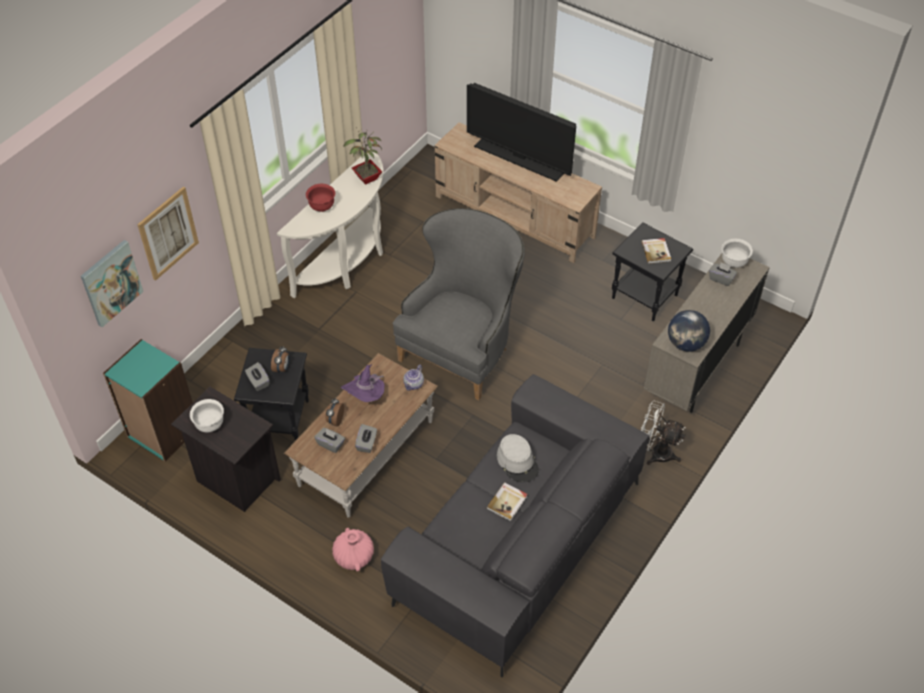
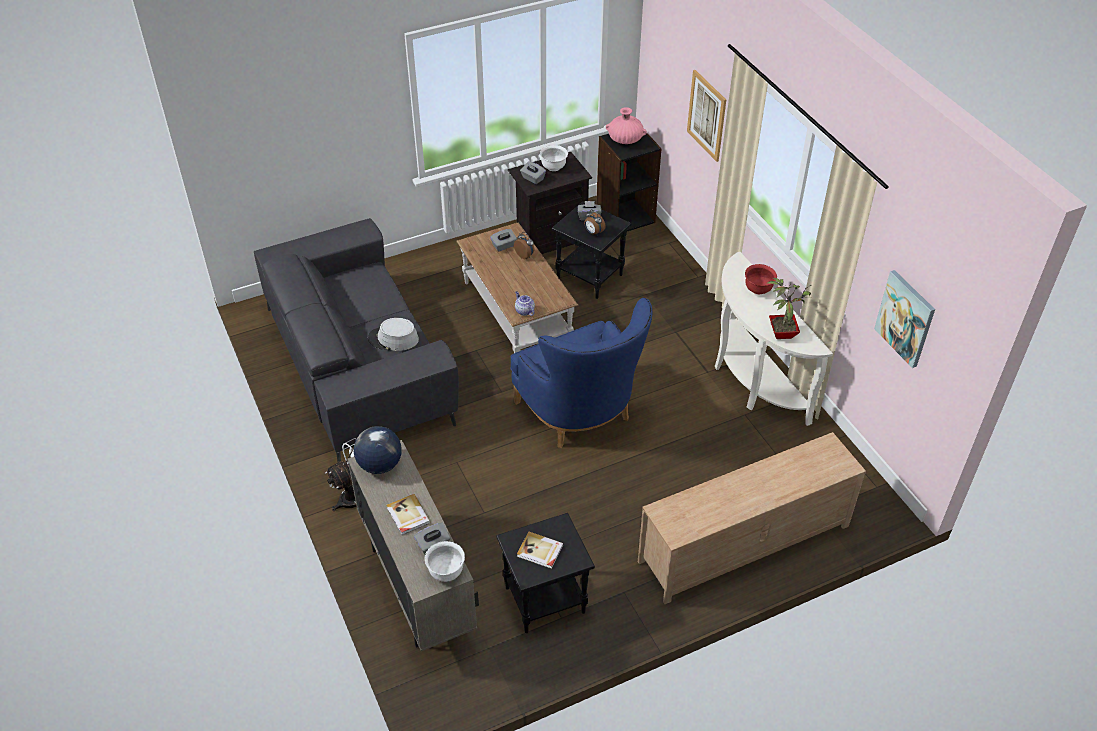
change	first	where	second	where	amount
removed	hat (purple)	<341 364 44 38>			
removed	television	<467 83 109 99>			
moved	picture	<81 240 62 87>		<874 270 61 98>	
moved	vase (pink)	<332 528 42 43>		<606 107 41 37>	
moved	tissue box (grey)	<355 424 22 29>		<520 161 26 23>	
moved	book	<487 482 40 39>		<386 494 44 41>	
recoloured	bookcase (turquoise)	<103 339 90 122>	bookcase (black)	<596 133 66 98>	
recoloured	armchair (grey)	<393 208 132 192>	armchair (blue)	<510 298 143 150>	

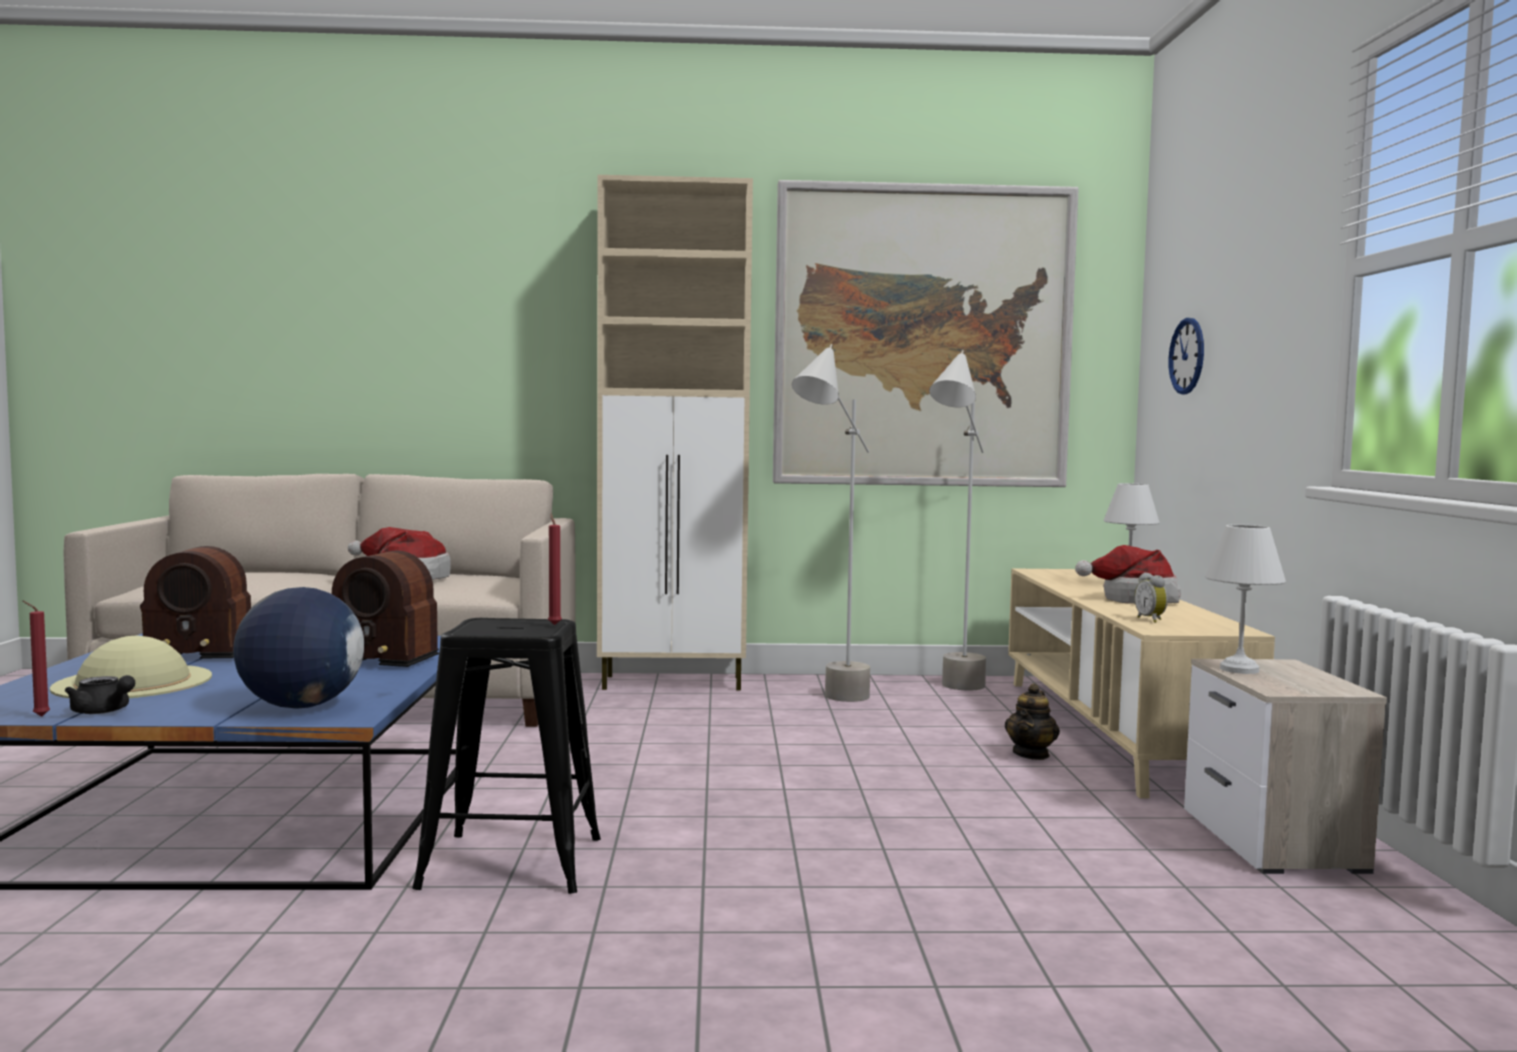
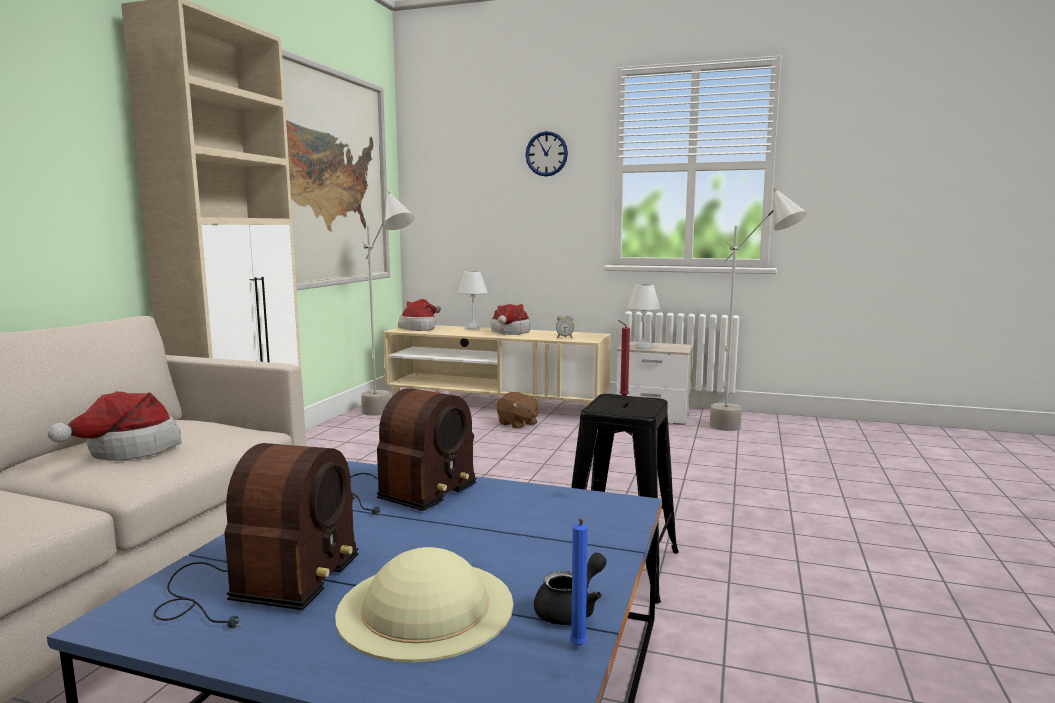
change	first	where	second	where	amount
removed	globe	<233 587 131 122>			
added			hat	<398 299 43 32>	
moved	floor lamp (grey)	<792 344 78 358>		<710 188 97 243>	
moved	wall clock	<1168 318 36 77>		<525 131 43 46>	
replaced	teapot	<1005 683 55 77>	plush toy (brown)	<496 392 44 37>	
recoloured	candle (red)	<22 601 28 116>	candle (blue)	<570 518 18 128>	

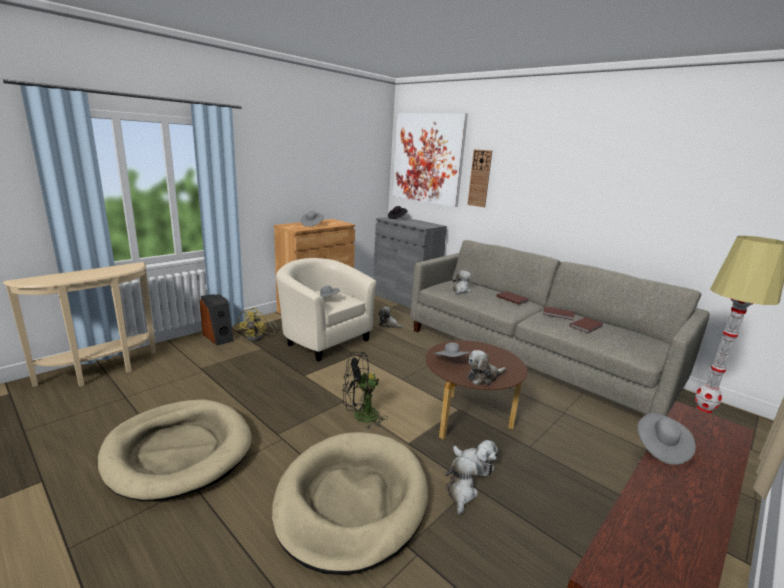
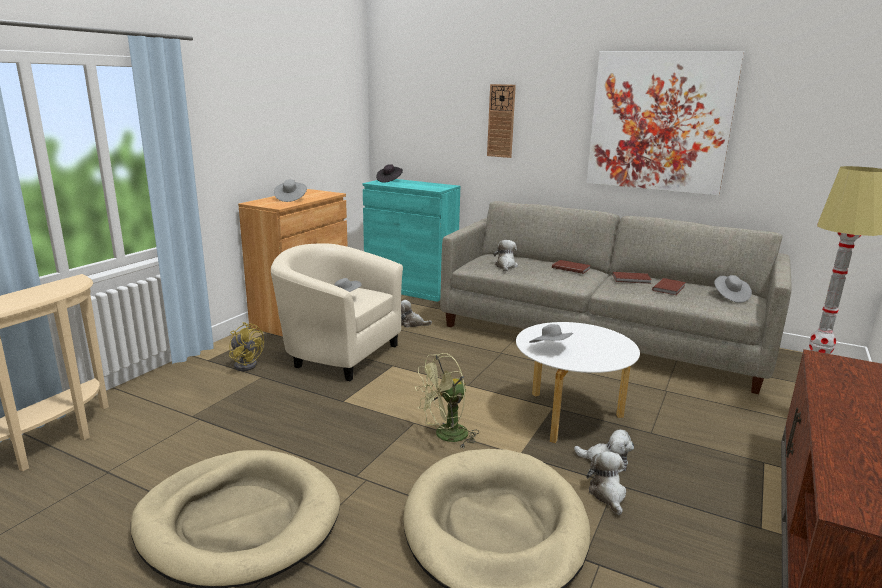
change	first	where	second	where	amount
removed	speaker	<200 294 34 52>			
removed	plush toy	<467 350 39 35>			
moved	picture	<393 113 75 94>		<586 51 158 145>	
moved	hat (grey)	<638 413 58 52>		<714 275 38 28>	
recoloured	fan (black)	<343 352 45 77>	fan (green)	<415 353 64 95>	
recoloured	cabinet (grey)	<373 217 74 91>	cabinet (turquoise)	<363 179 97 123>	
recoloured	coffee table (brown)	<426 340 101 99>	coffee table (white)	<516 322 124 121>	
turned	fan (yellow)	<238 308 40 33>		<229 322 35 49>	45 degrees counterclockwise

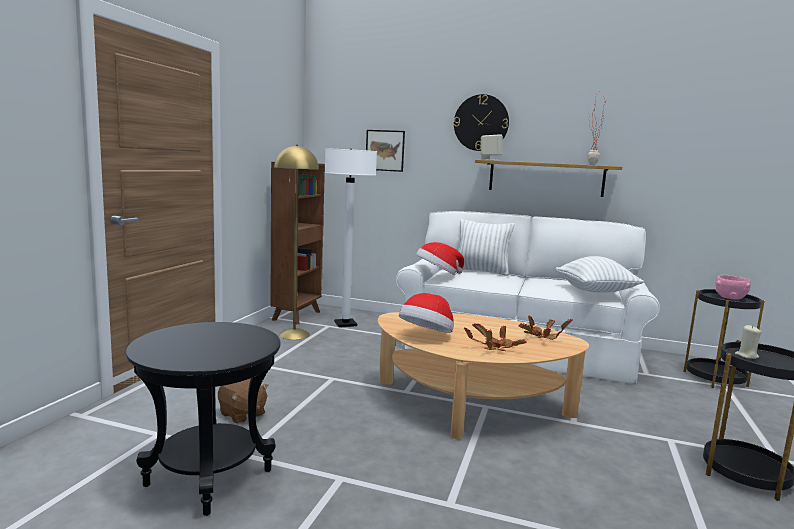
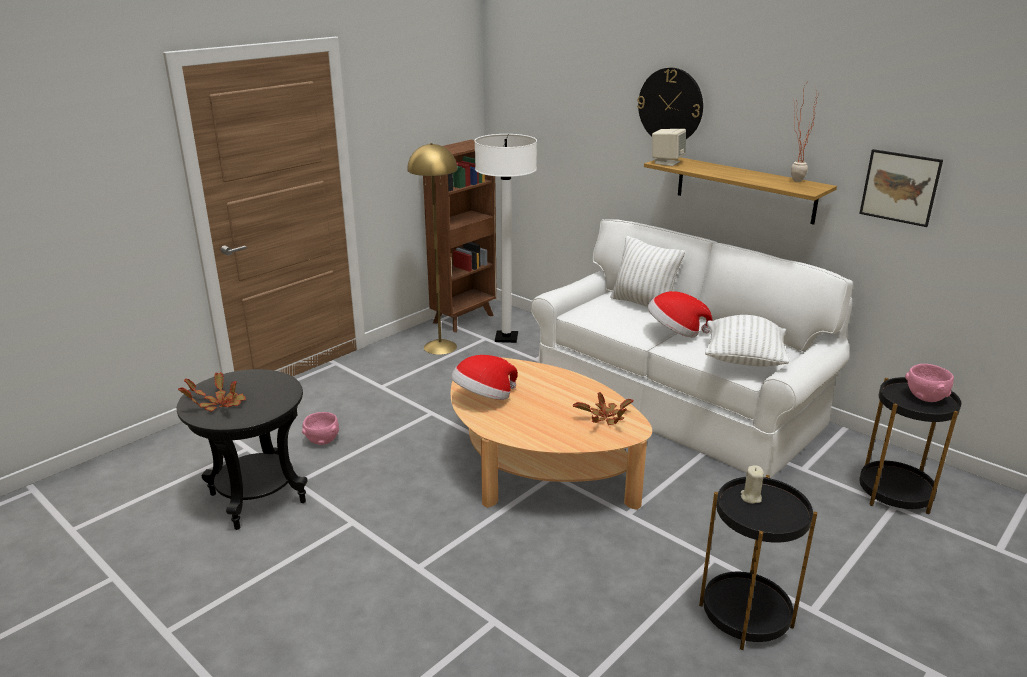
change	first	where	second	where	amount
moved	picture	<366 130 39 42>		<859 149 84 78>	
moved	hat	<416 242 48 33>		<648 291 65 46>	
moved	potted plant	<464 324 63 27>		<178 372 68 40>	
replaced	plush toy (brown)	<218 378 51 46>	bowl (pink)	<302 412 37 33>	

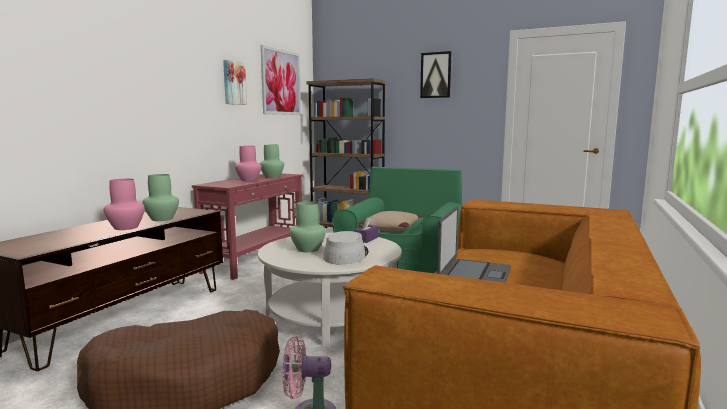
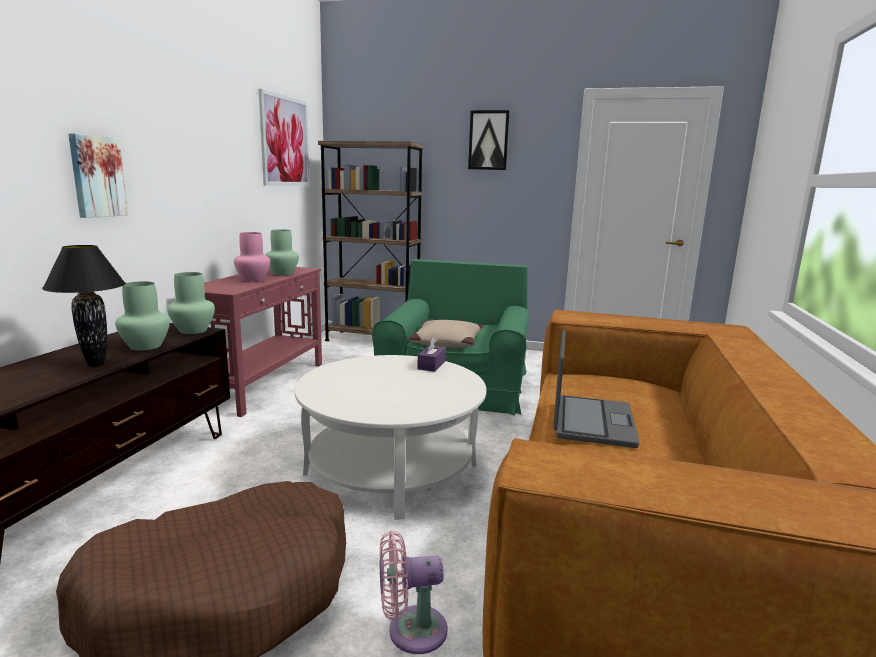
change	first	where	second	where	amount
removed	hat (grey)	<323 231 46 34>			
moved	picture	<223 60 24 45>		<68 133 60 85>	
moved	vase (green)	<290 201 36 51>		<167 272 48 62>	
replaced	vase (pink)	<104 179 41 51>	table lamp (black)	<42 245 84 122>	

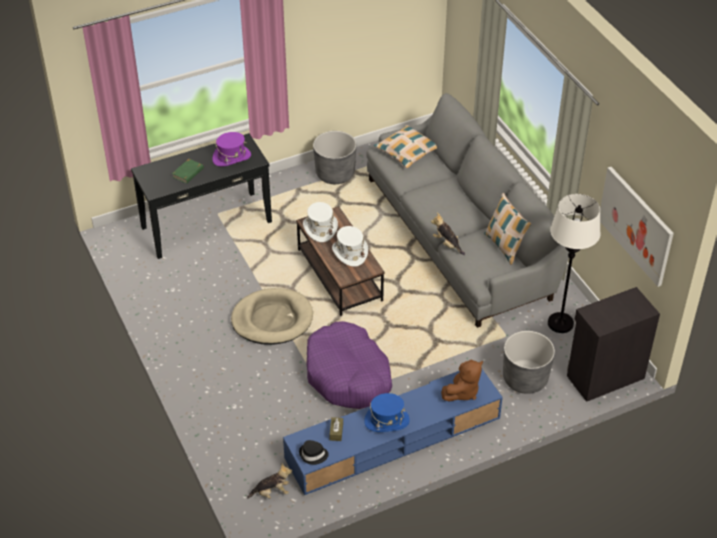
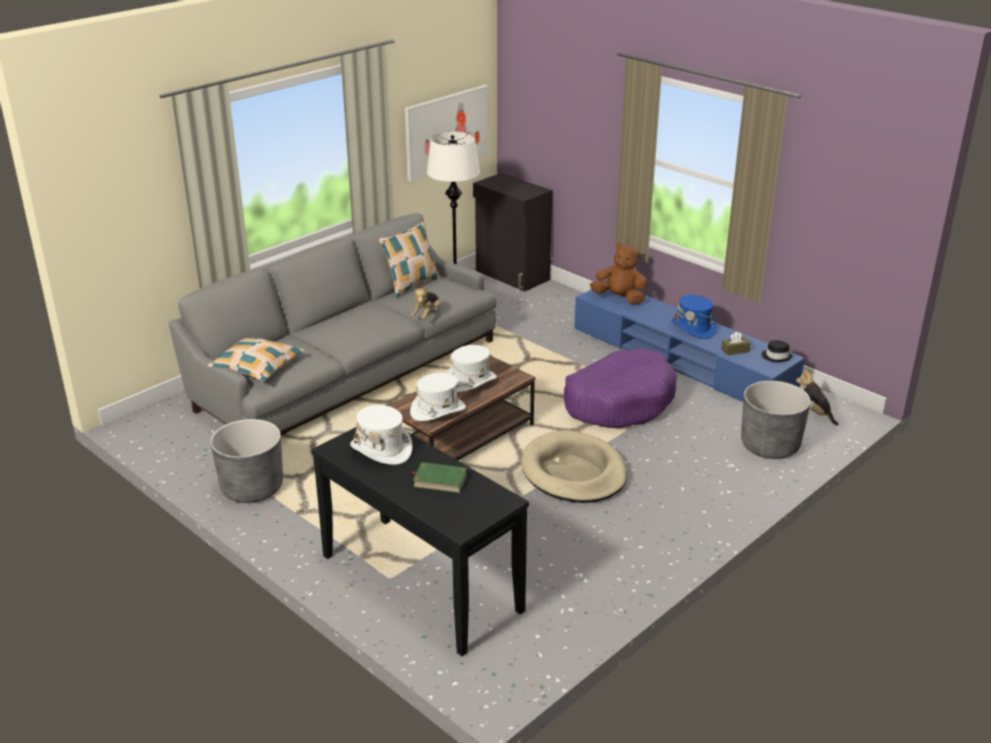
change	first	where	second	where	amount
moved	planter (grey)	<503 331 52 63>		<741 381 70 78>	
recoloured	hat (purple)	<212 132 39 35>	hat (white)	<350 405 63 60>	

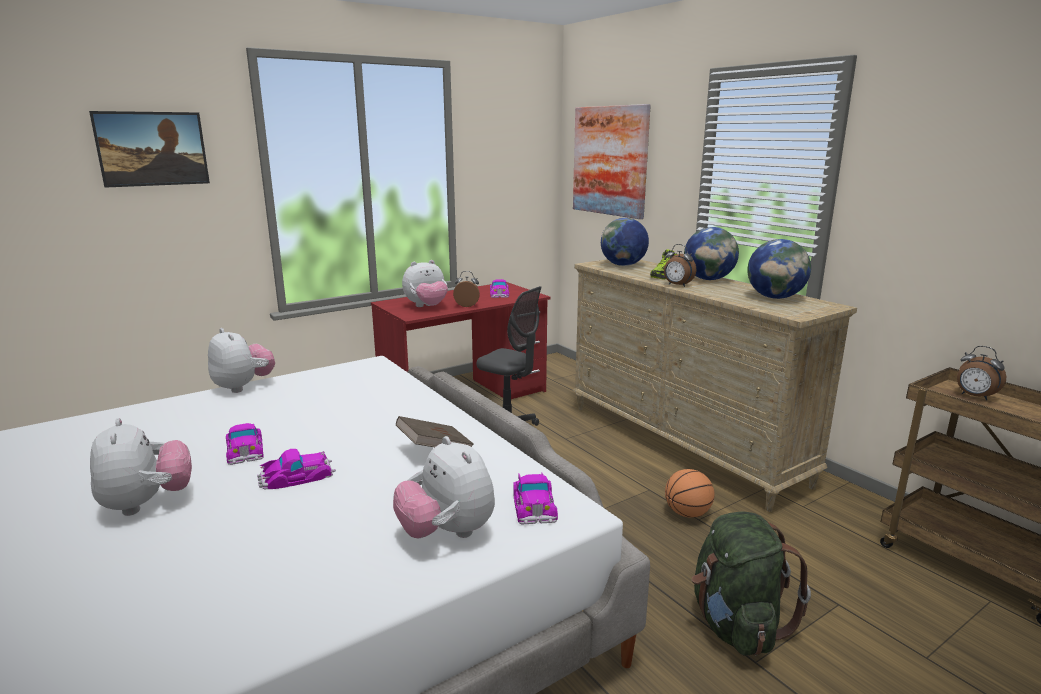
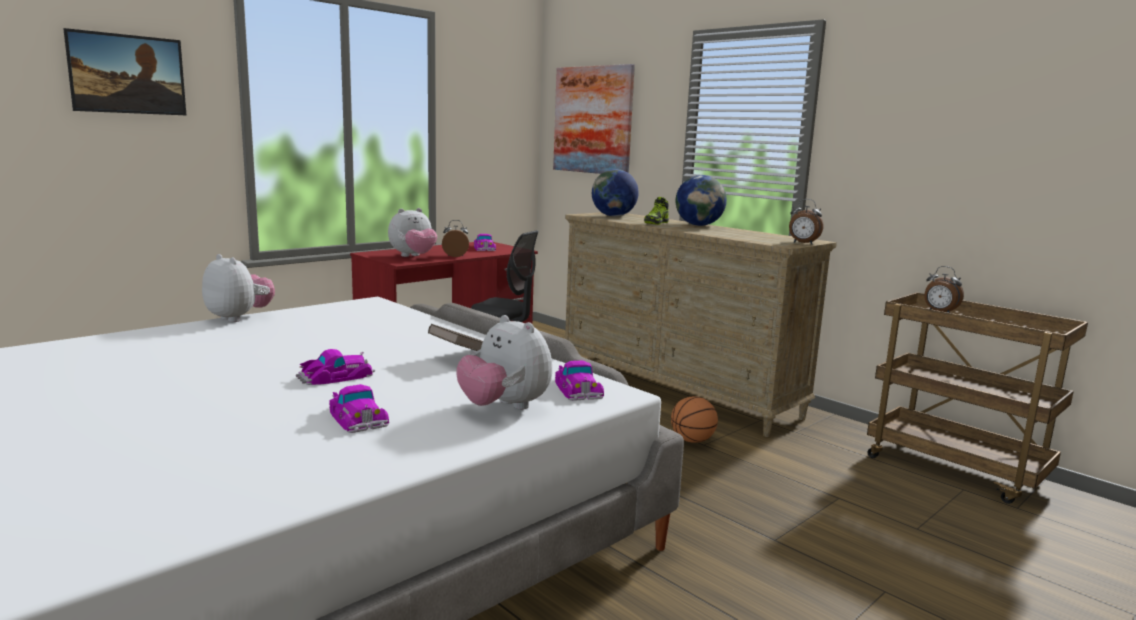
change	first	where	second	where	amount
removed	plush toy	<90 418 102 98>			
removed	backpack (green)	<692 511 119 144>			
removed	globe	<747 239 64 60>			
moved	toy car	<226 423 38 42>		<329 384 60 49>	
moved	alarm clock	<664 244 32 43>		<789 199 35 45>	

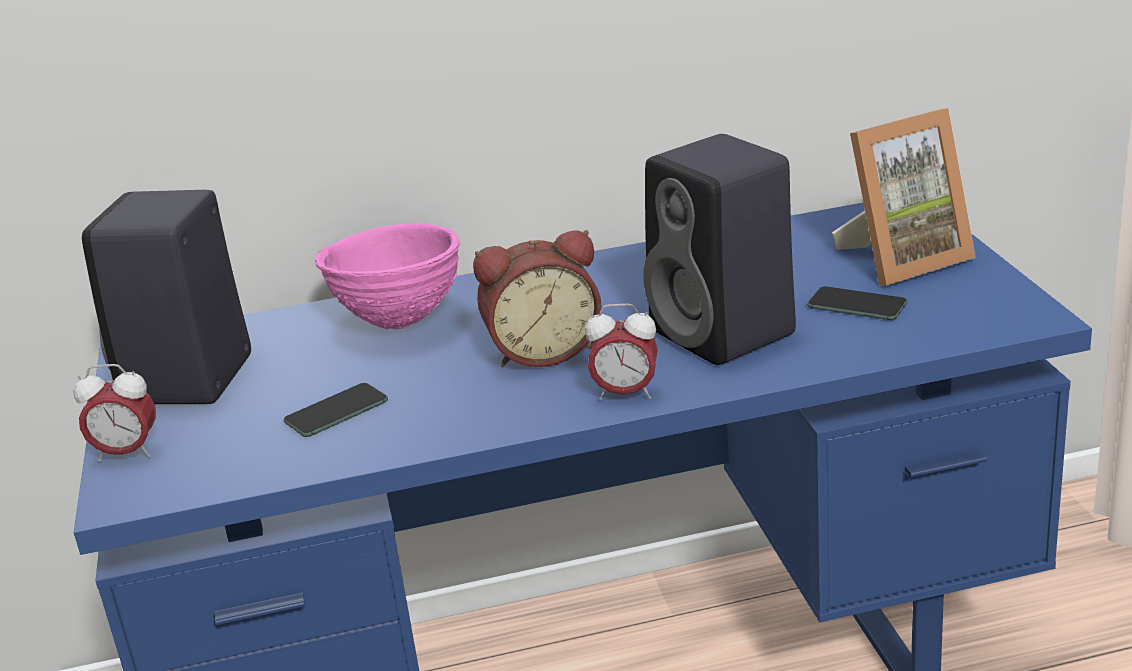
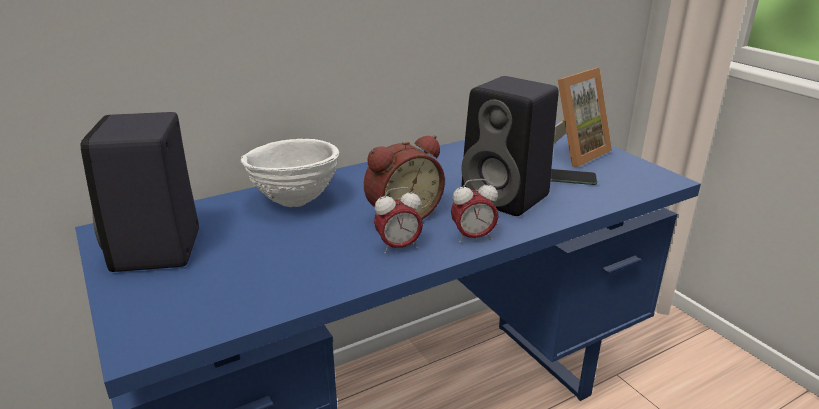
change	first	where	second	where	amount
removed	phone	<284 383 104 54>			
moved	alarm clock	<74 364 82 98>		<374 187 49 67>	
recoloured	bowl (pink)	<315 223 145 106>	bowl (white)	<241 139 98 68>	

